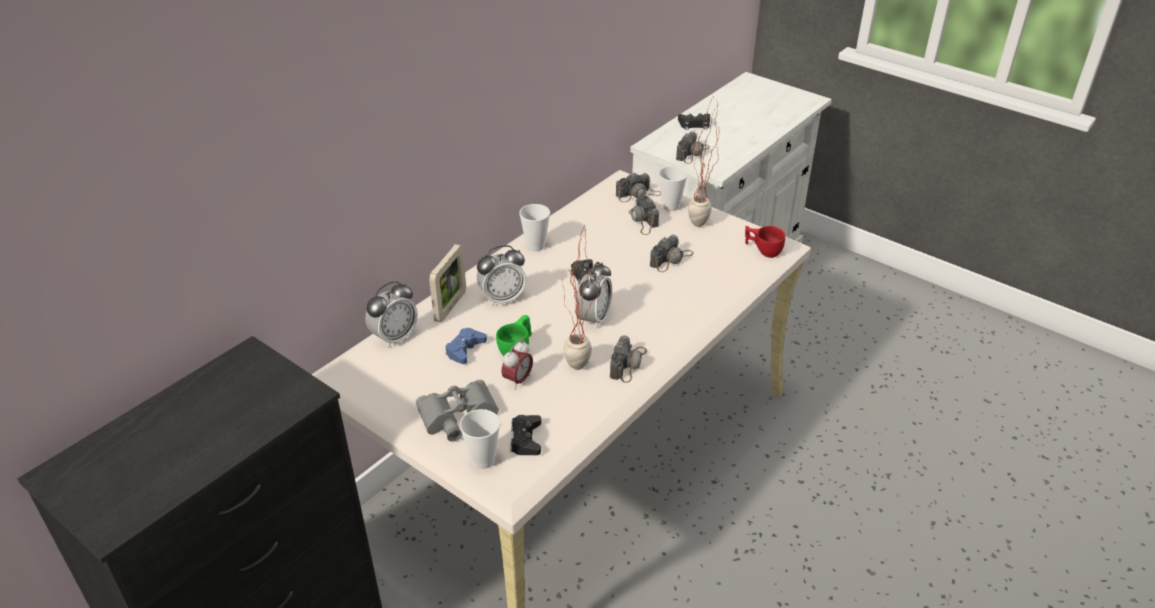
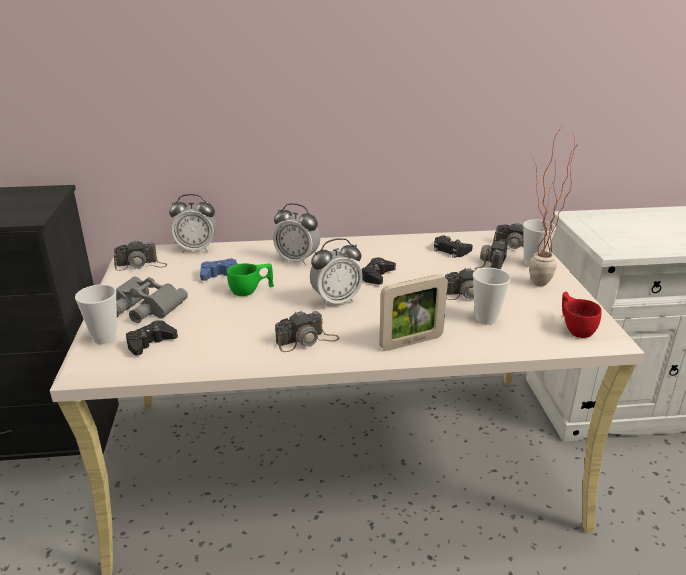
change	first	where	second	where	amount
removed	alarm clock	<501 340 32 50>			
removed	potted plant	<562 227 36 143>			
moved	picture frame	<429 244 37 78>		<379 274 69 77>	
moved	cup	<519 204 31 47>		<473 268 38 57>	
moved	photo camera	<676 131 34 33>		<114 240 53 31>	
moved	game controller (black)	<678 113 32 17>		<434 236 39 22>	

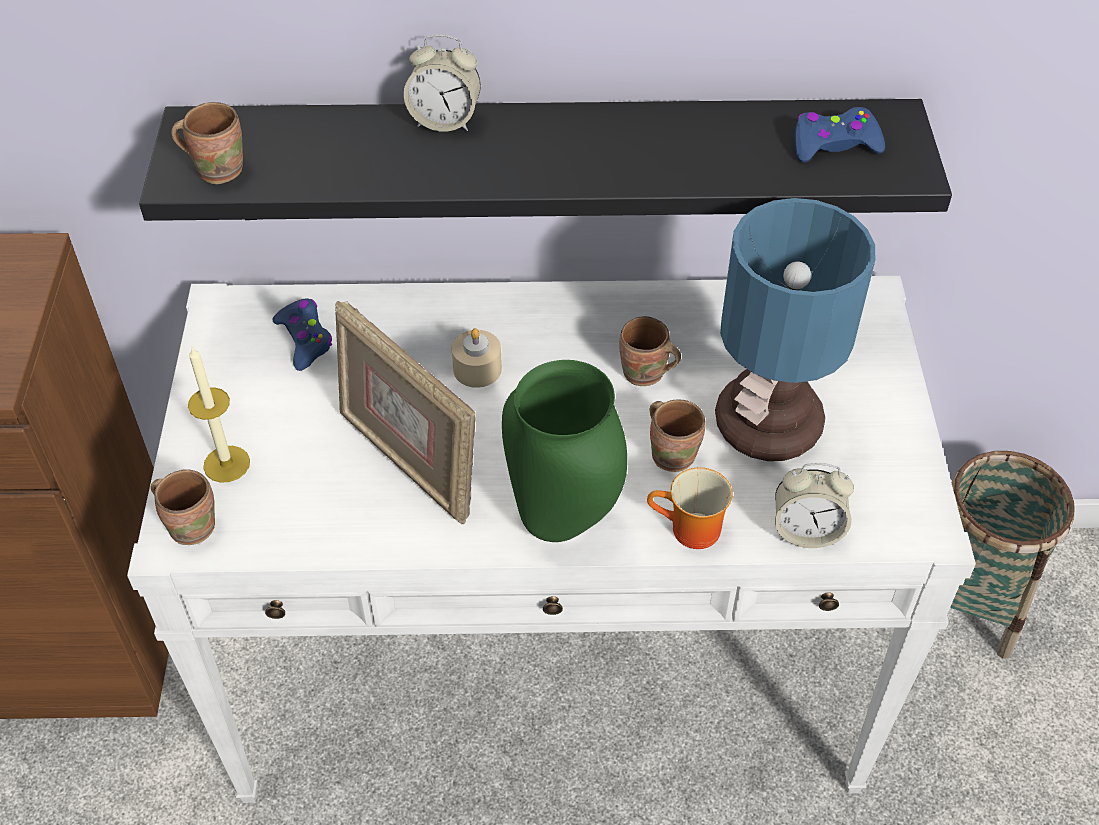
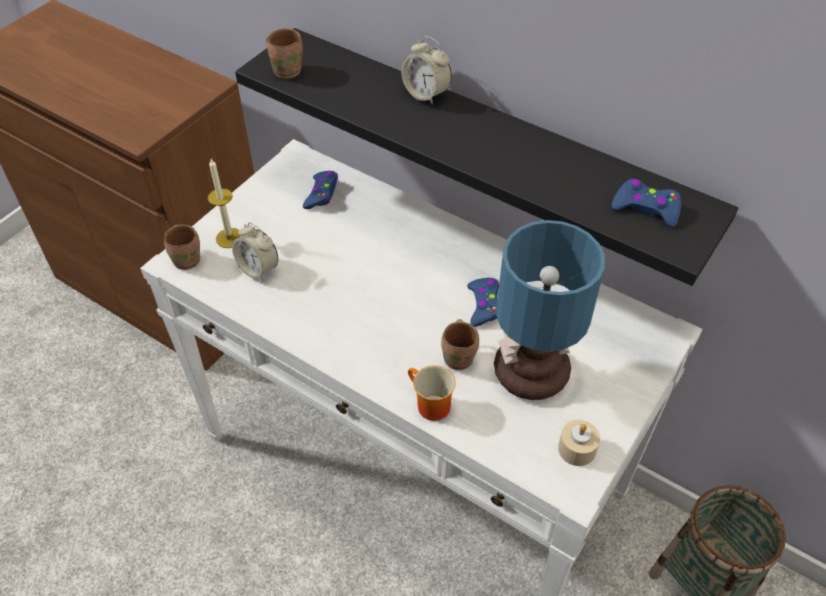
change	first	where	second	where	amount
removed	picture frame	<335 301 140 223>			
removed	vase (green)	<502 360 125 182>			
moved	candle (beige)	<452 328 50 60>		<558 420 42 46>	
moved	alarm clock	<775 463 79 85>		<232 222 46 59>	
replaced	mug (brown)	<619 316 62 70>	game controller (blue)	<467 278 32 49>	

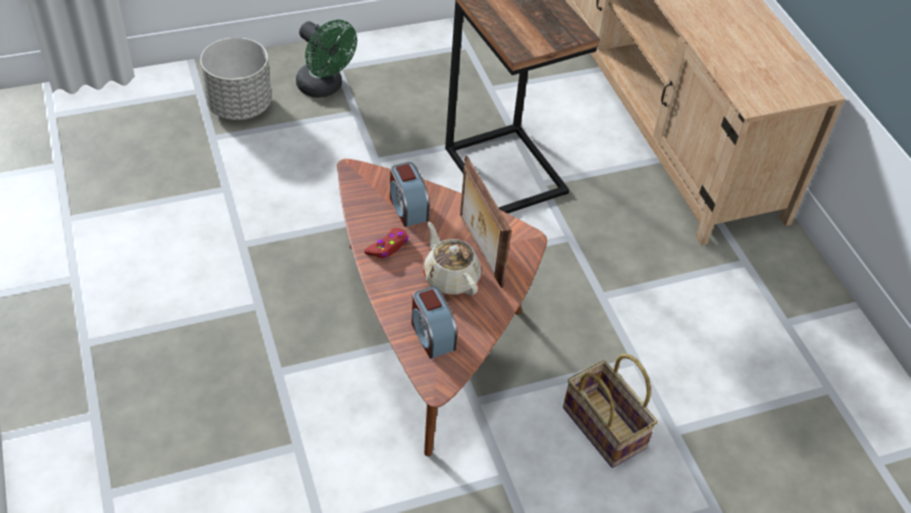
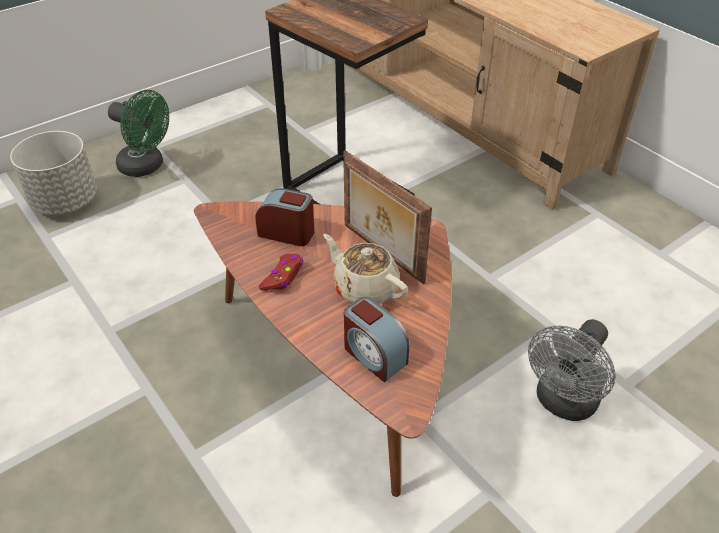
change	first	where	second	where	amount
replaced	basket	<563 354 95 114>	fan (grey)	<528 319 88 102>	
turned	alarm clock	<390 162 39 65>		<255 188 59 58>	150 degrees clockwise

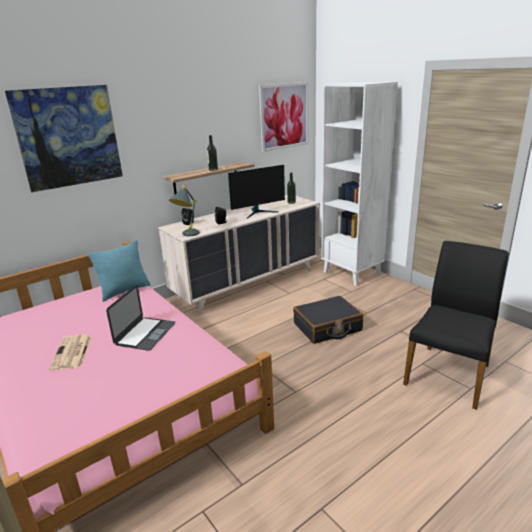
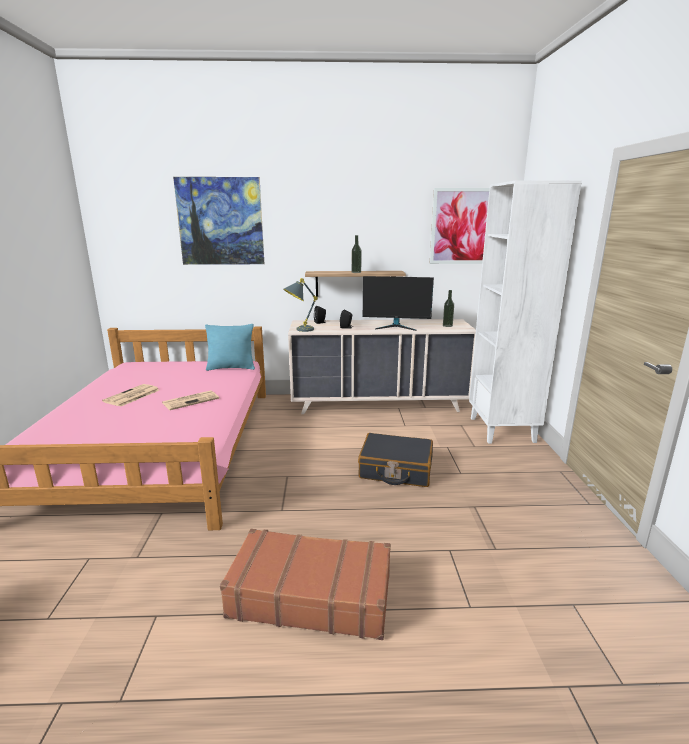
change	first	where	second	where	amount
removed	chair (black)	<403 241 106 169>			
added			suitcase (brown)	<220 529 171 111>	
replaced	laptop	<106 285 70 66>	newspaper	<162 390 57 20>	

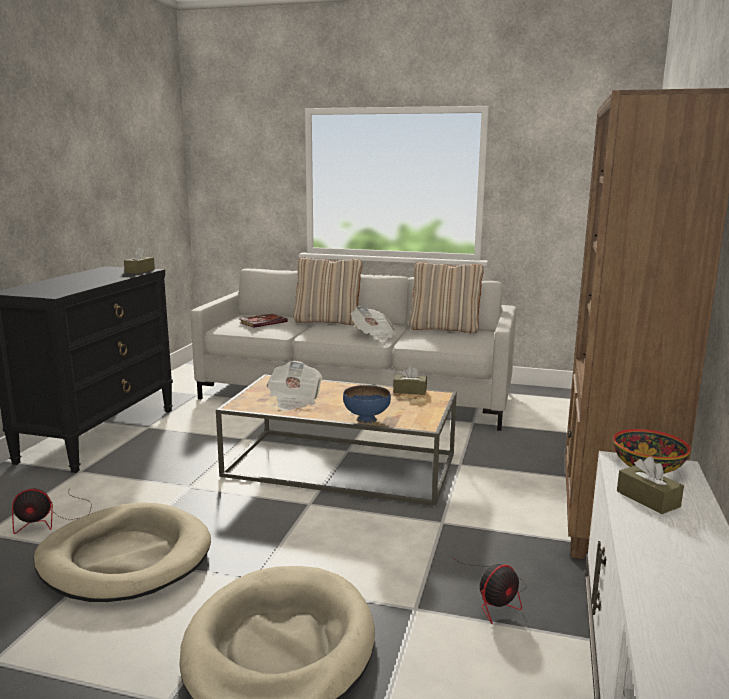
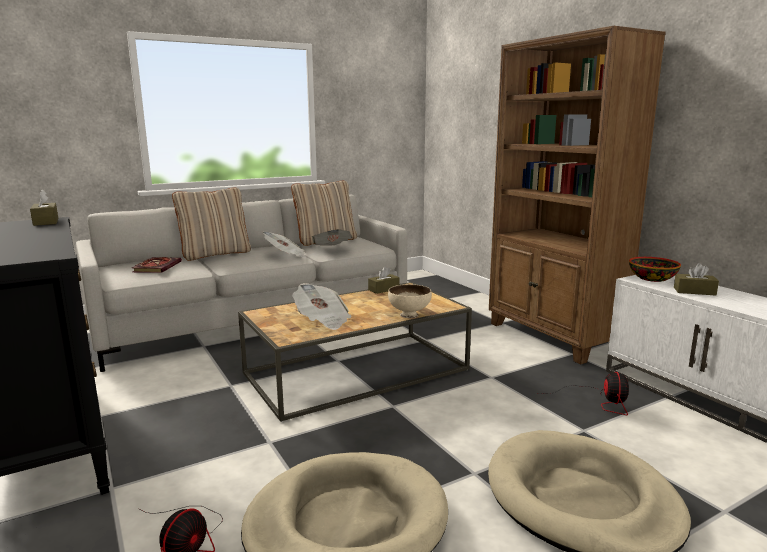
change	first	where	second	where	amount
added			newspaper	<312 229 40 17>	
recoloured	bowl (blue)	<343 385 48 38>	bowl (beige)	<388 284 44 34>	

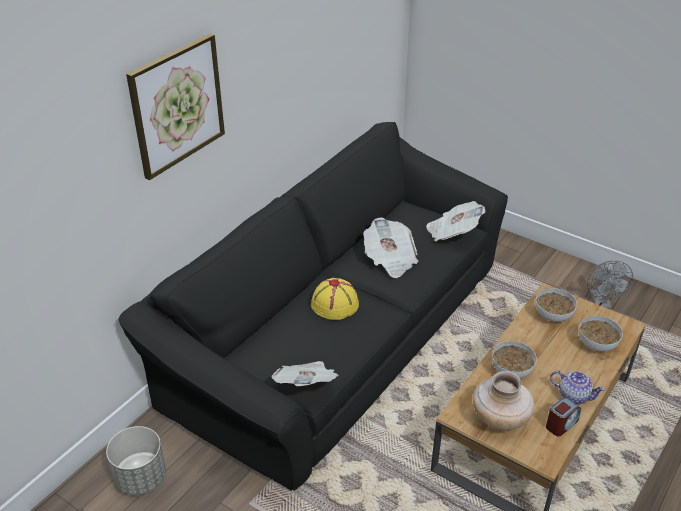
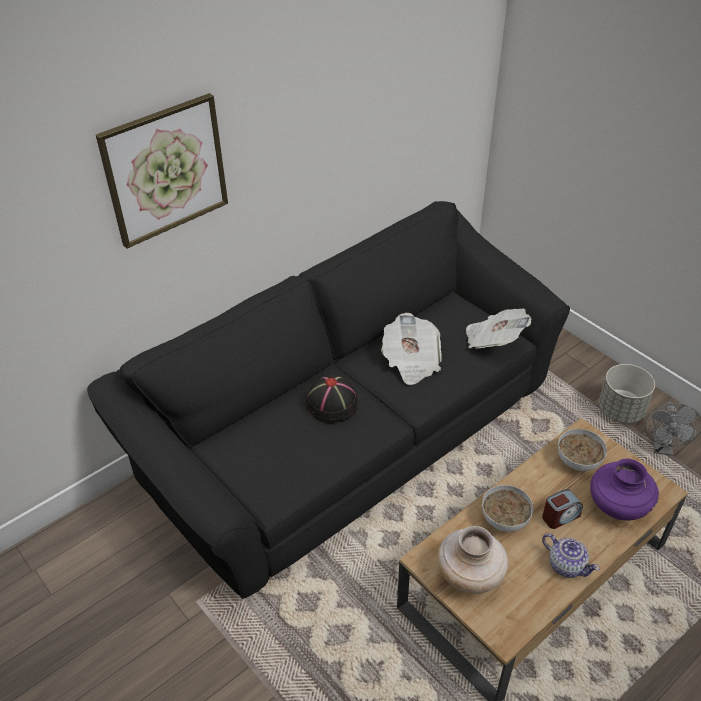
change	first	where	second	where	amount
removed	newspaper	<271 361 68 25>			
moved	planter (grey)	<106 426 60 69>		<599 364 56 60>	
moved	alarm clock	<546 397 35 40>		<542 489 41 40>	
replaced	bowl	<579 316 44 35>	vase (purple)	<590 459 69 61>	
recoloured	hat (yellow)	<311 278 48 42>	hat (black)	<305 375 53 48>	

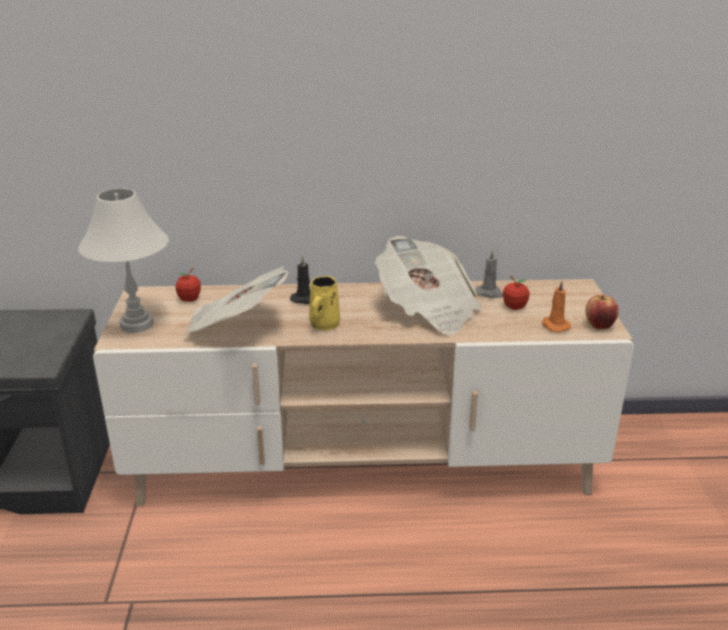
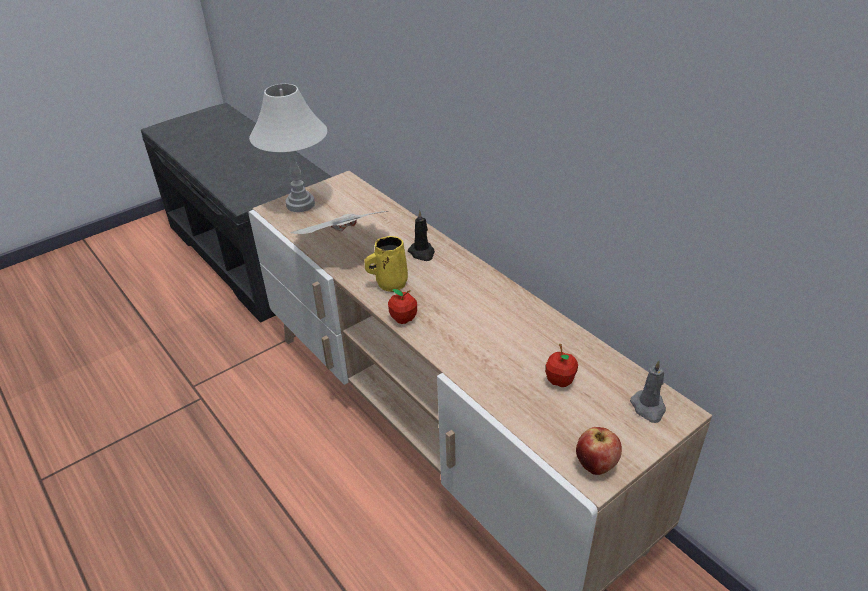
change	first	where	second	where	amount
removed	newspaper	<375 236 107 99>			
removed	candle (orange)	<542 280 29 52>			
moved	apple	<175 268 26 34>		<388 289 29 35>	
moved	candle (grey)	<475 250 28 48>		<630 360 36 63>	

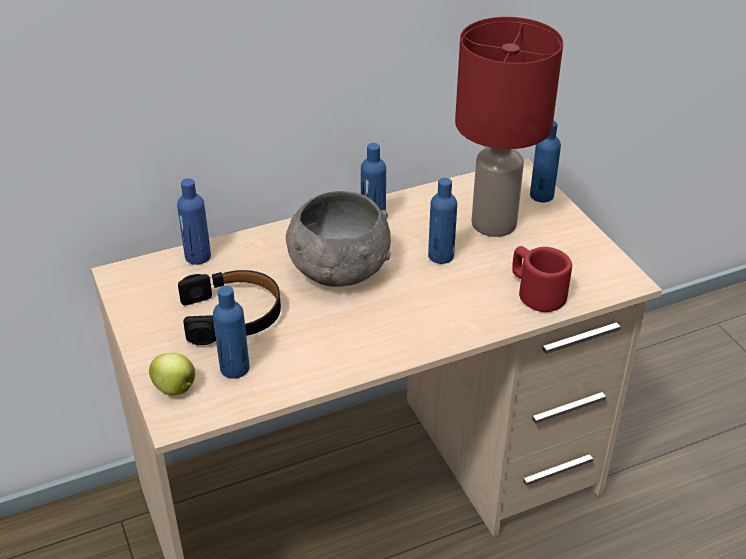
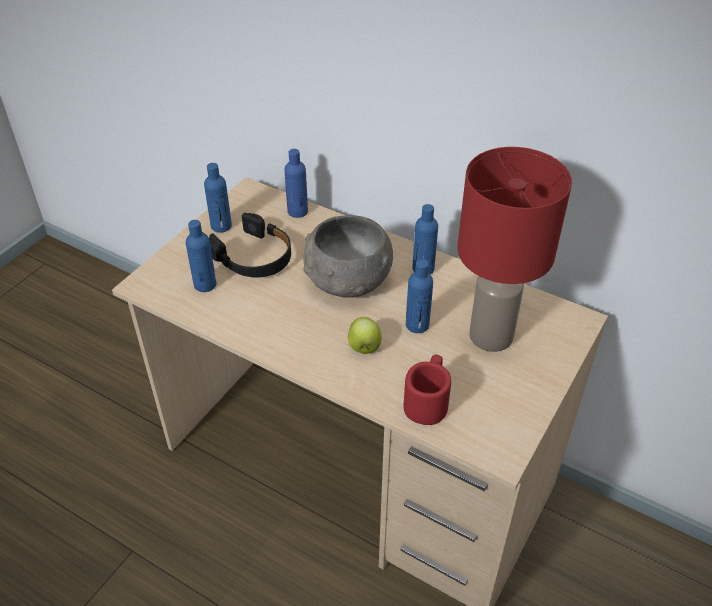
change	first	where	second	where	amount
moved	apple	<149 353 46 42>		<348 317 34 37>	
moved	bottle (blue)	<530 121 31 81>		<204 163 28 70>	

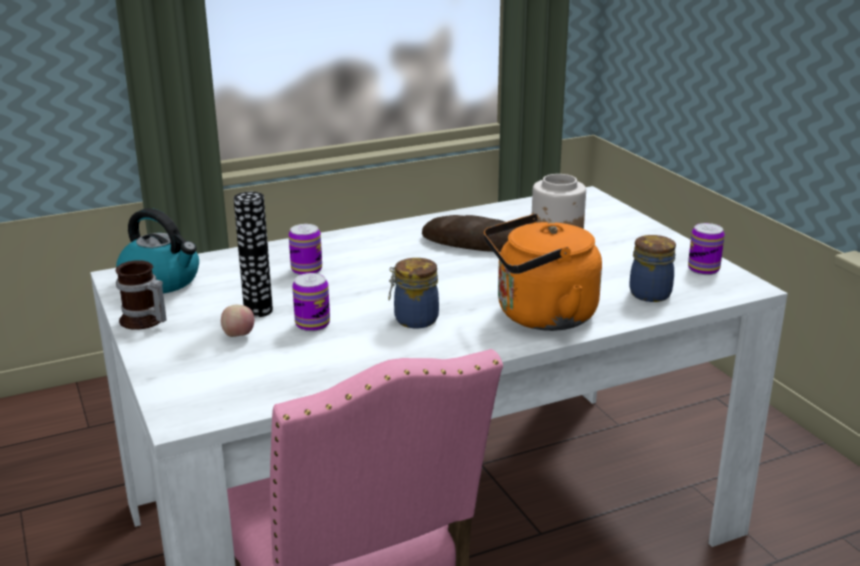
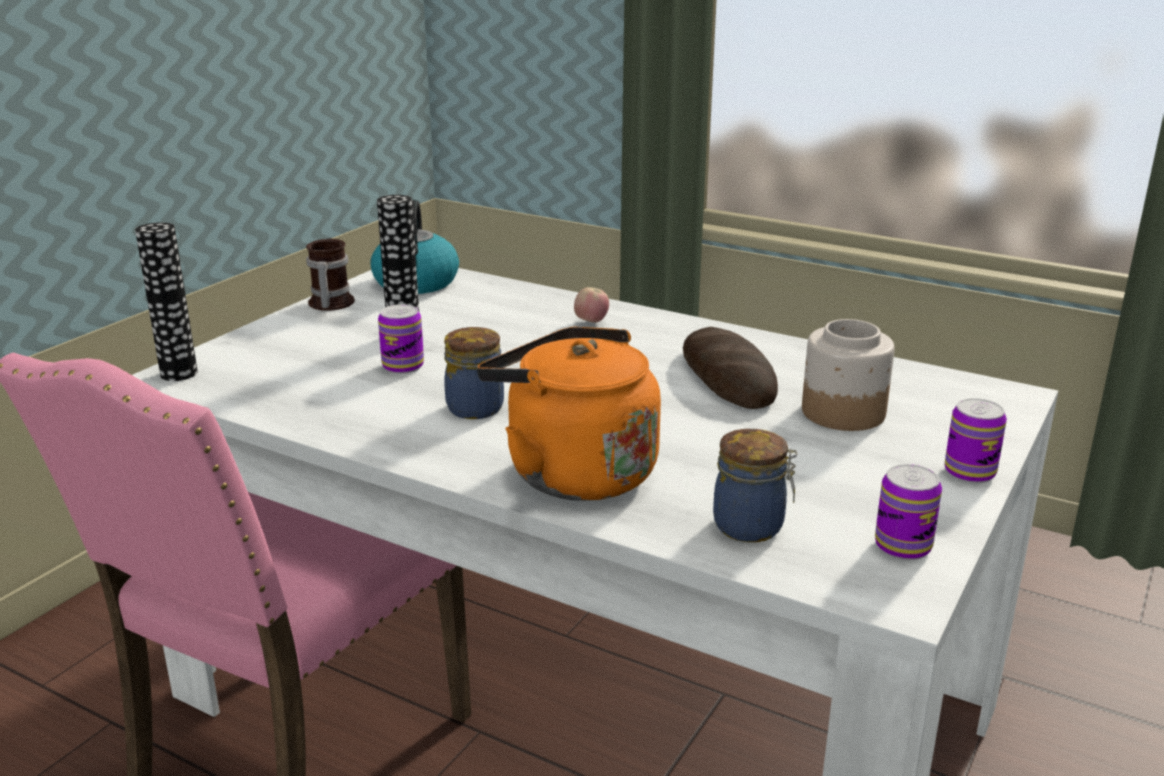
change	first	where	second	where	amount
added			vase	<135 222 63 159>	
moved	apple	<221 305 33 32>		<574 287 35 36>	
moved	can	<289 224 33 51>		<945 398 62 86>	

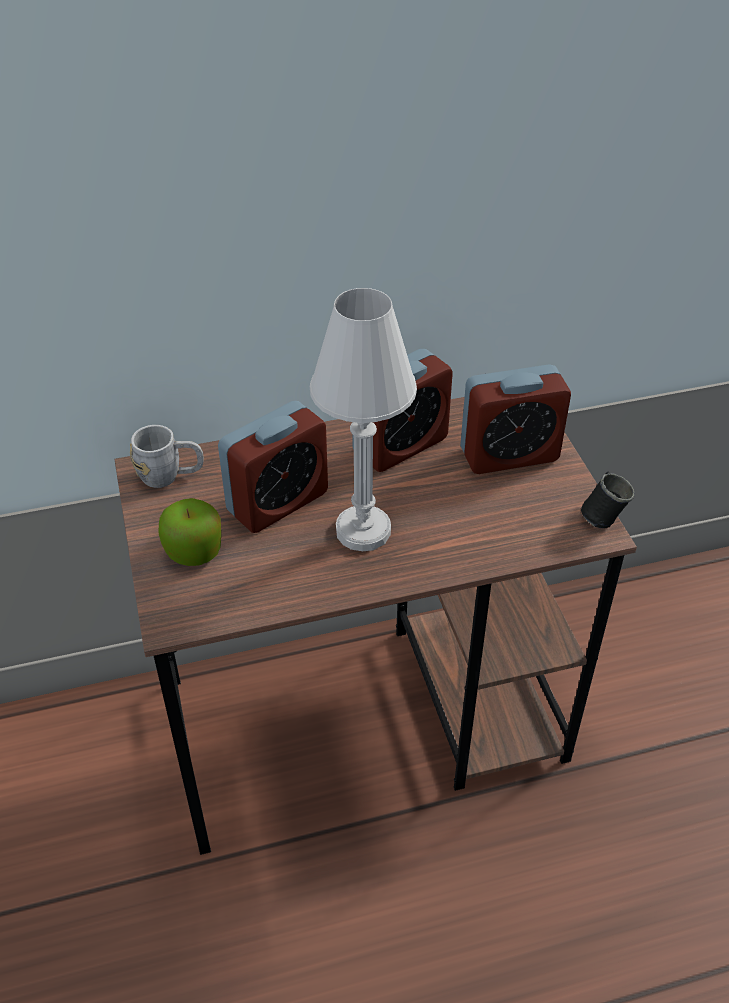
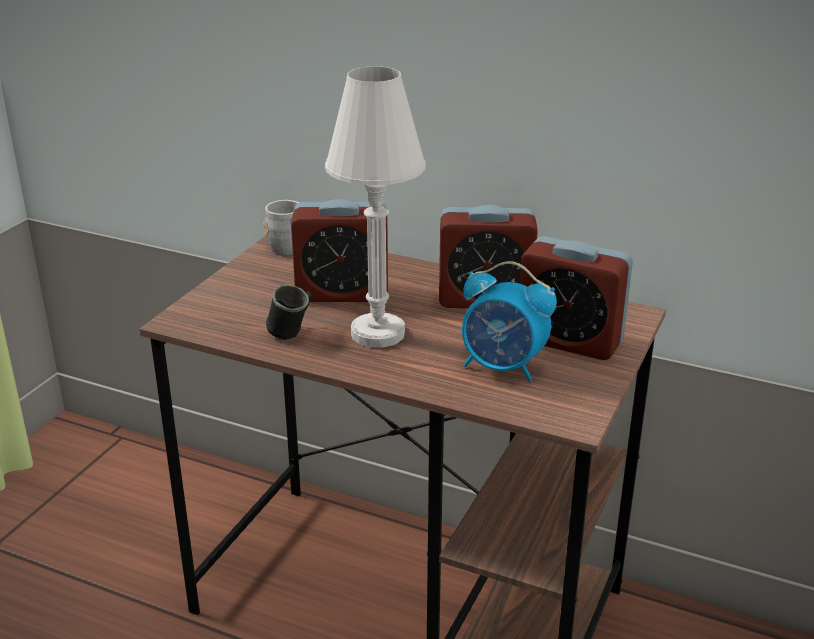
change	first	where	second	where	amount
removed	apple	<159 498 62 68>			
added			alarm clock	<462 261 95 121>	
moved	mug (black)	<581 472 53 56>		<266 285 46 55>	

